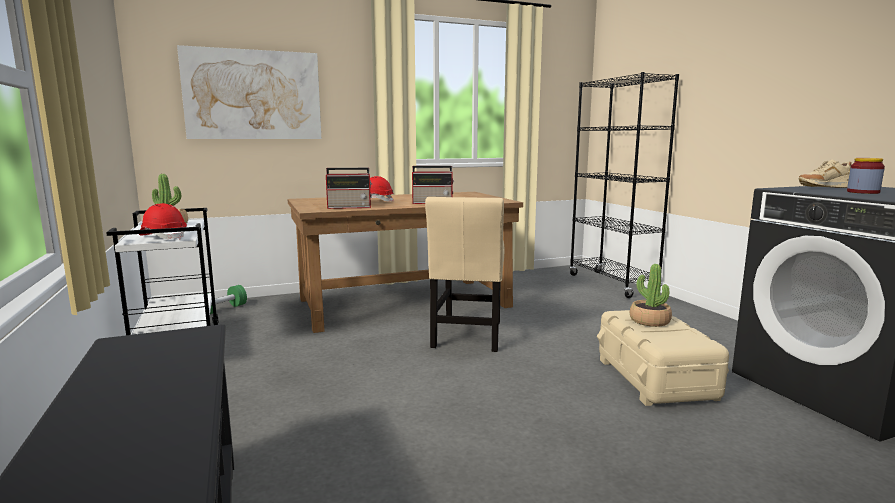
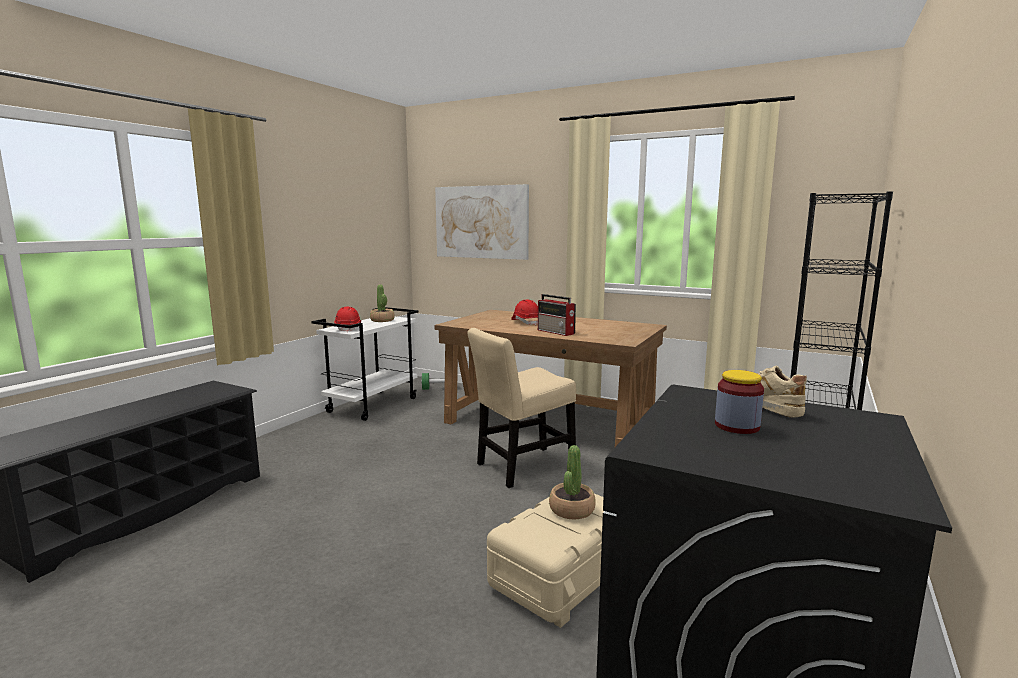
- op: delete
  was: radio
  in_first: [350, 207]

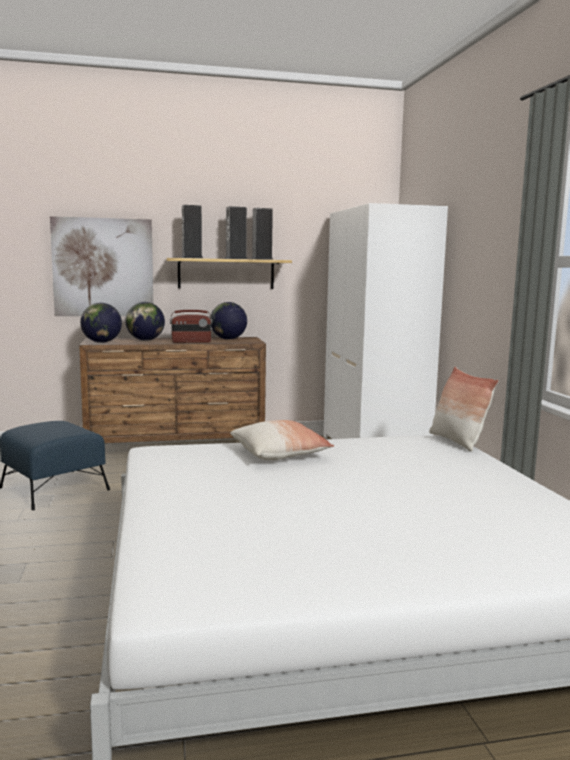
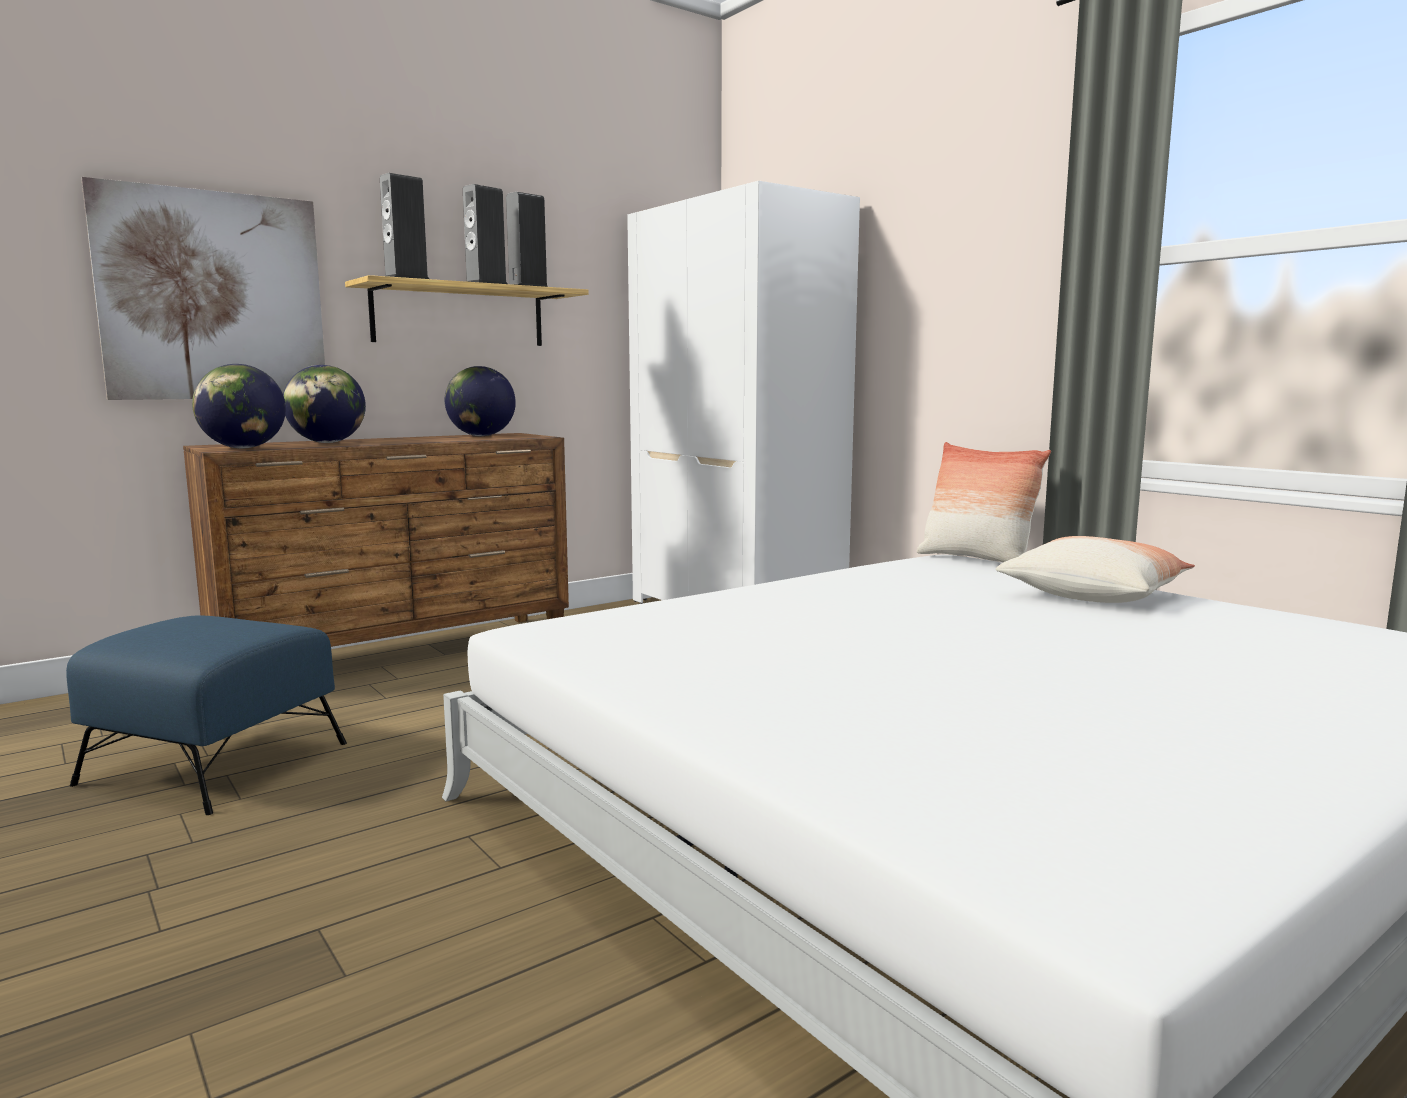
- op: delete
  was: radio
  in_first: [191, 342]
- op: move
  was: coussin
  in_first: [280, 454]
  in_second: [1093, 594]

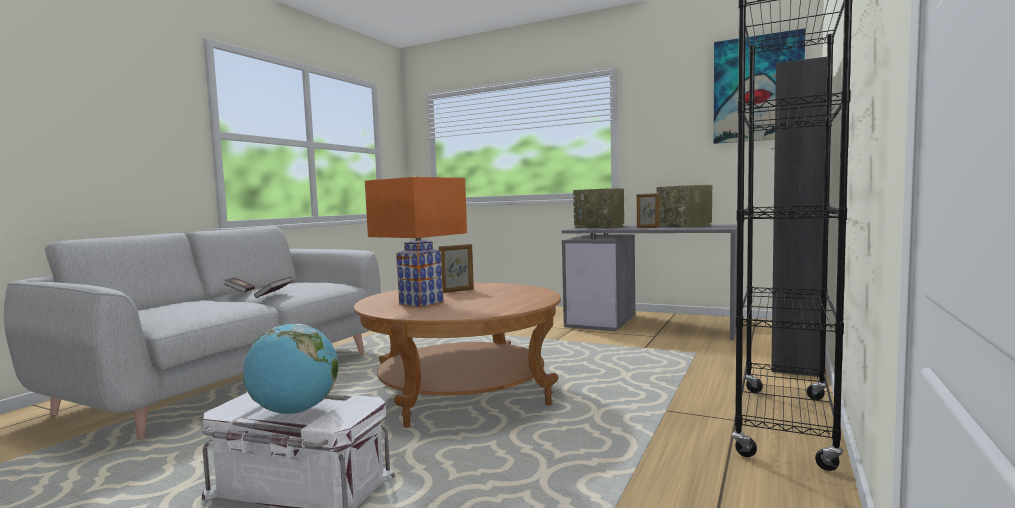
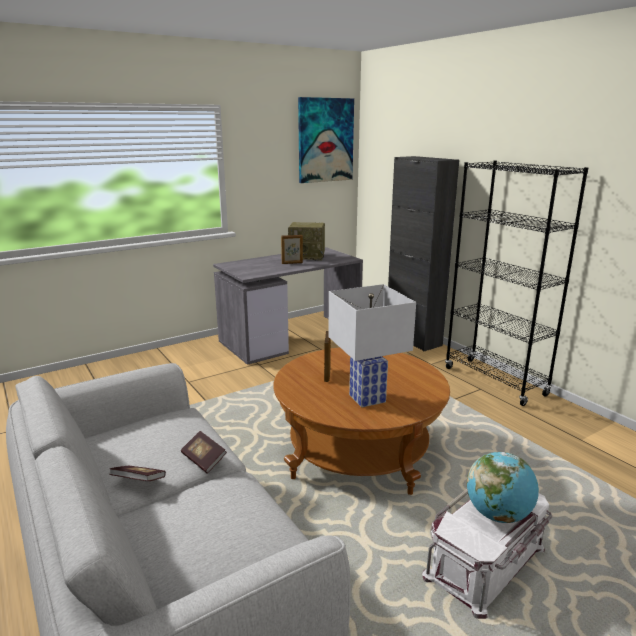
- op: recolor
  was: lampe de table (orange)
  now: lampe de table (blanc)
  in_first: [421, 303]
  in_second: [366, 398]
- op: delete
  was: radio
  in_first: [600, 227]

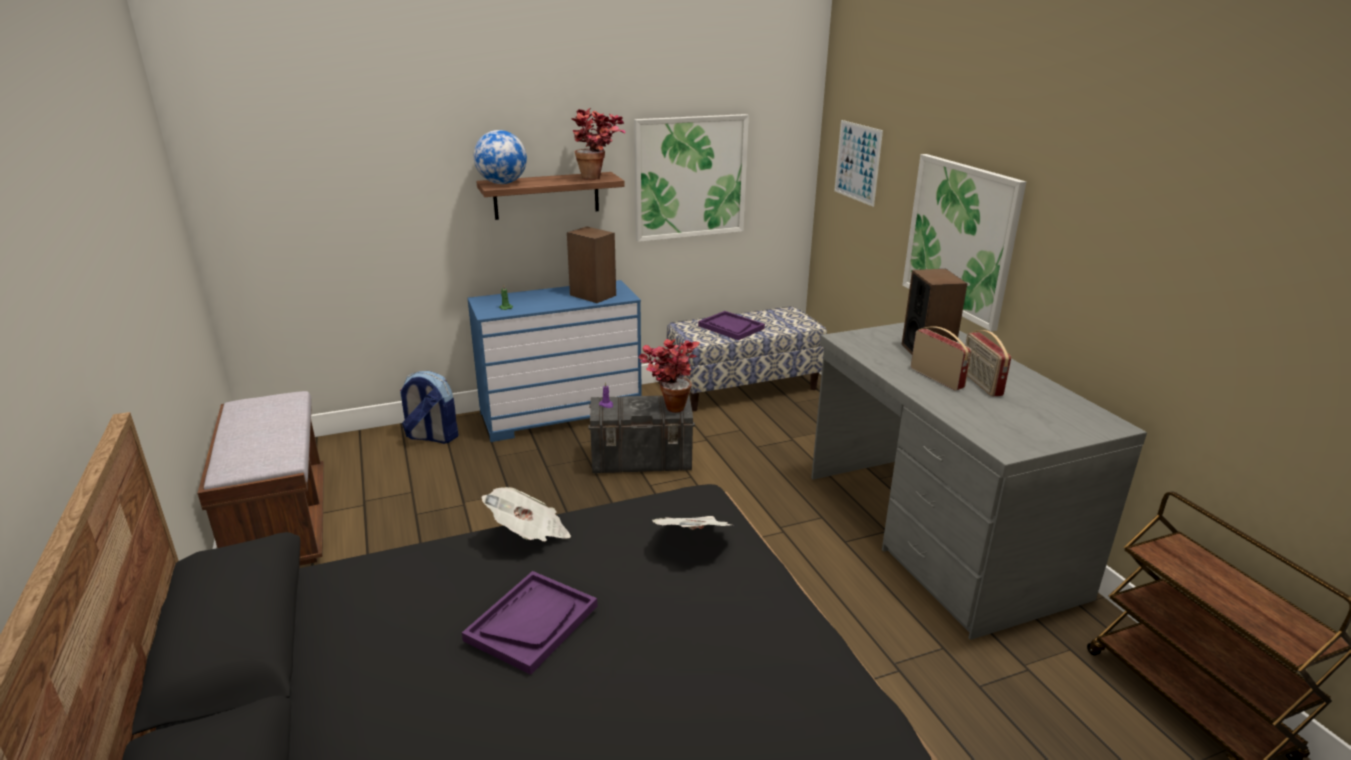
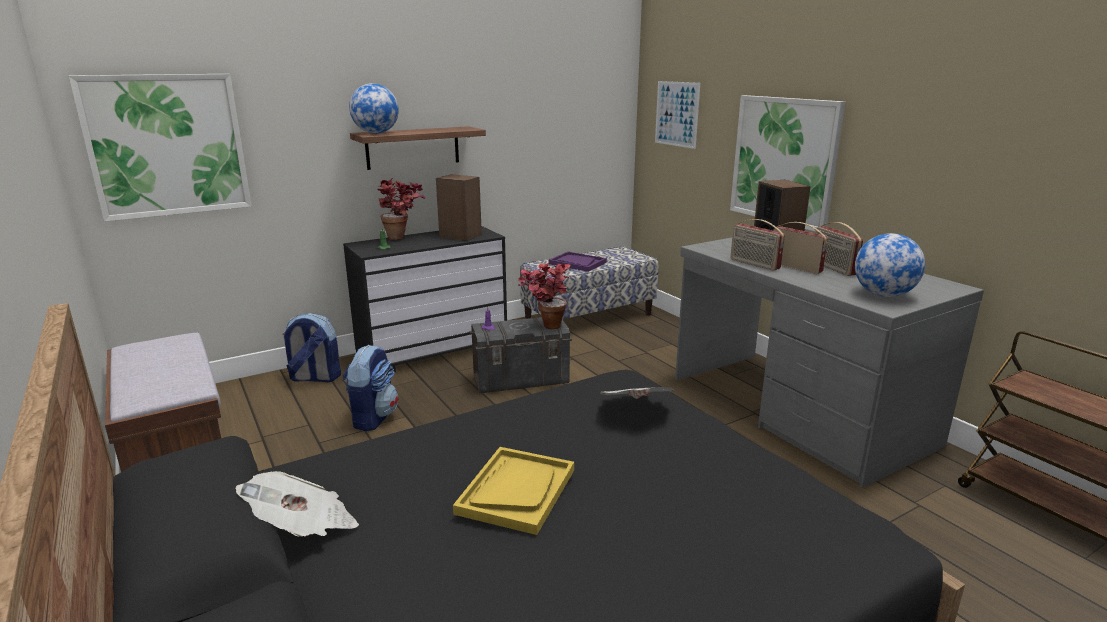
- op: recolor
  was: plateau (violet)
  now: plateau (jaune)
  in_first: [532, 622]
  in_second: [516, 491]
- op: recolor
  was: commode (bleu)
  now: commode (noir)
  in_first: [561, 414]
  in_second: [433, 350]
- op: move
  was: journal
  in_first: [529, 533]
  in_second: [304, 527]
- op: move
  was: plante en pot
  in_first: [598, 178]
  in_second: [402, 238]
- op: move
  was: tableau
  in_first: [690, 177]
  in_second: [167, 146]
- op: insert
  now: sac à dos
  in_second: [373, 417]
- op: insert
  now: radio
  in_second: [754, 264]
- op: insert
  now: globe
  in_second: [883, 295]

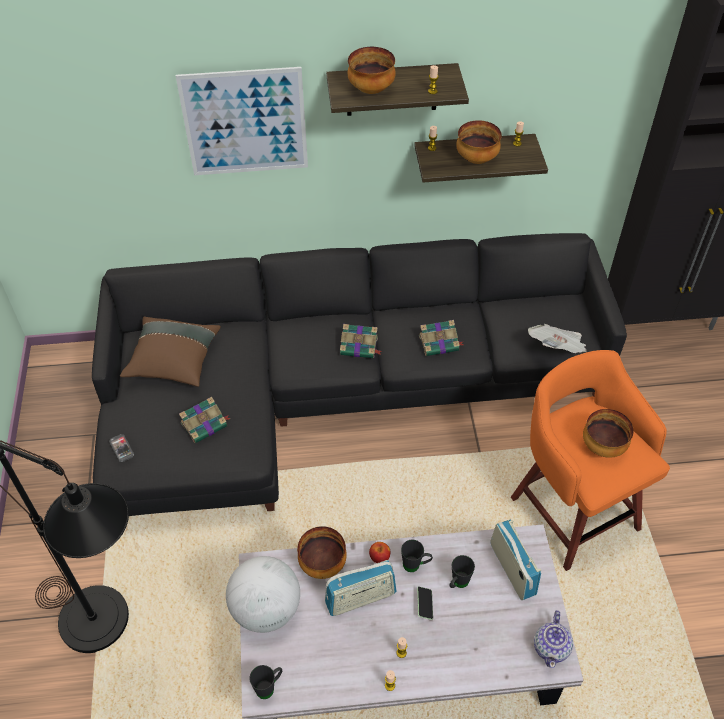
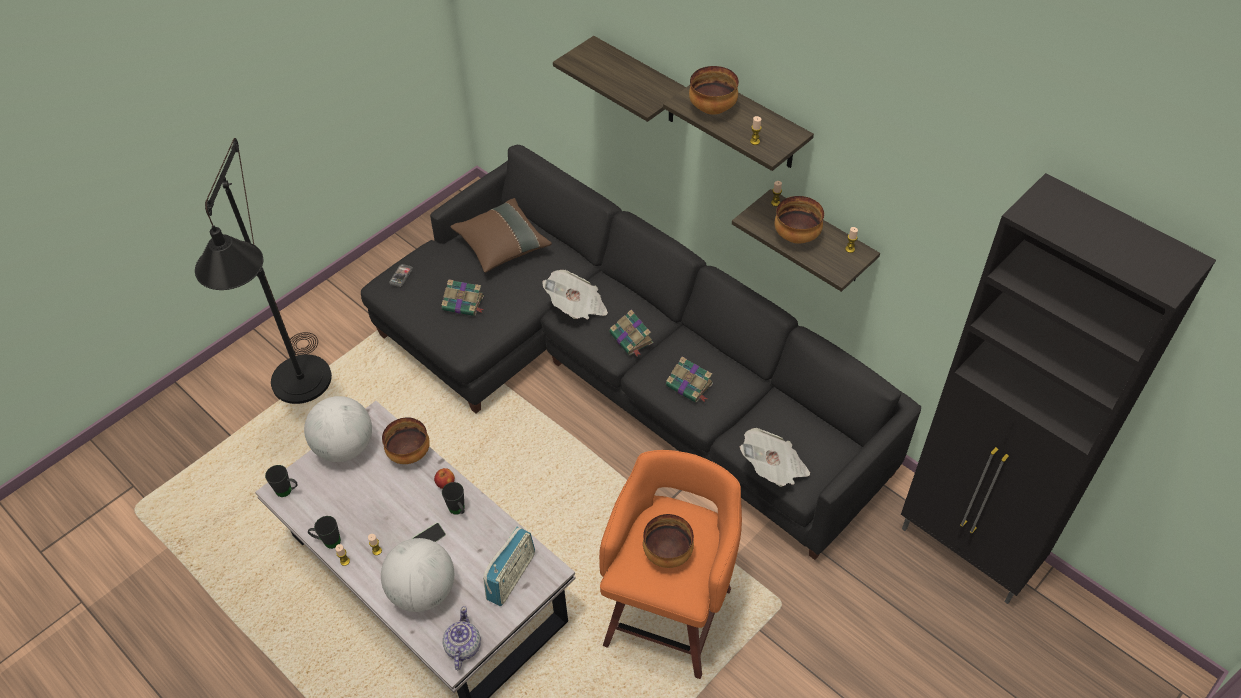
- op: replace
  was: tableau
  now: étagère
  in_first: [245, 122]
  in_second: [640, 82]
- op: delete
  was: radio
  in_first: [360, 598]
- op: move
  was: mug (noir)
  in_first: [458, 584]
  in_second: [328, 541]
- op: rotate
  was: théière
  in_first: [551, 647]
  in_second: [462, 647]
  clockwise: 120
- op: insert
  now: globe
  in_second: [423, 591]
- op: insert
  now: journal
  in_second: [577, 307]

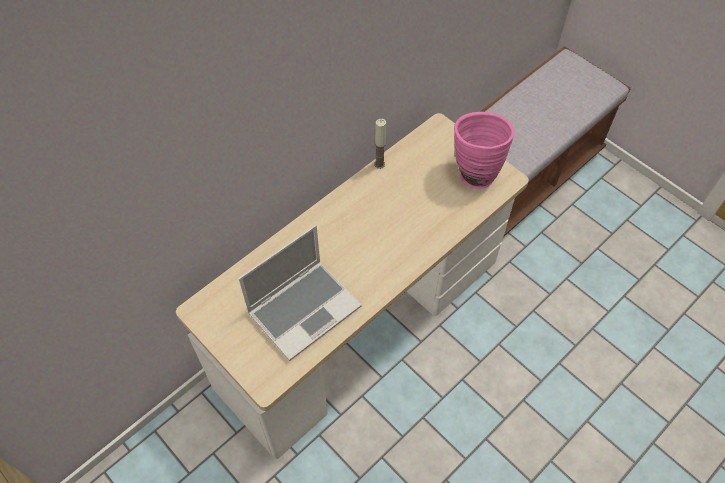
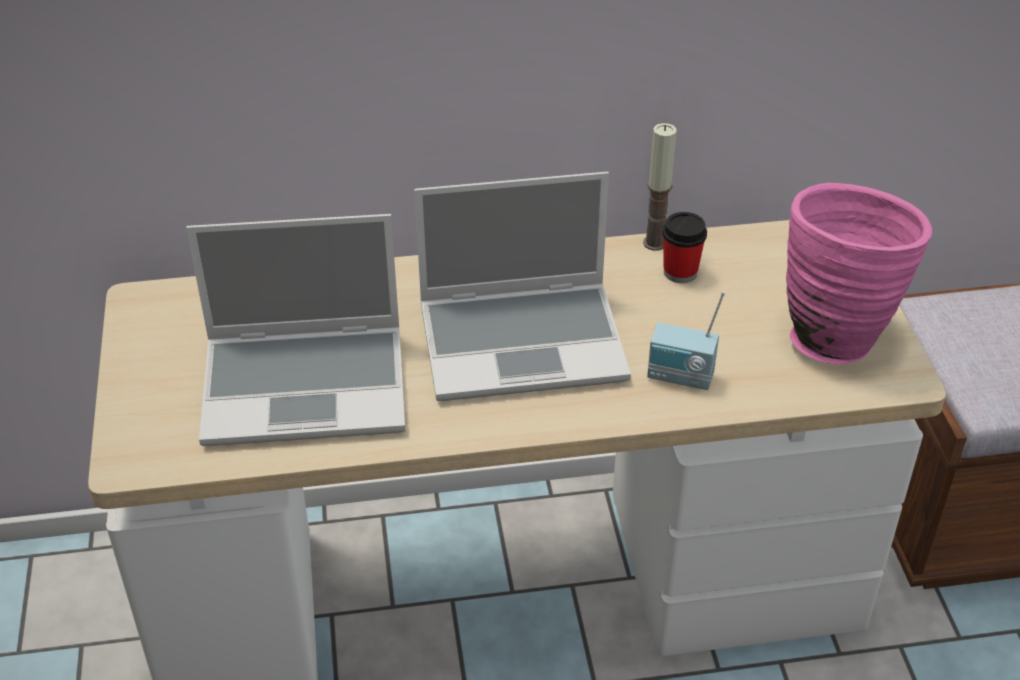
- op: insert
  now: ordinateur portable
  in_second: [524, 342]
- op: insert
  now: radio
  in_second: [680, 378]
- op: insert
  now: tasse
  in_second: [680, 272]

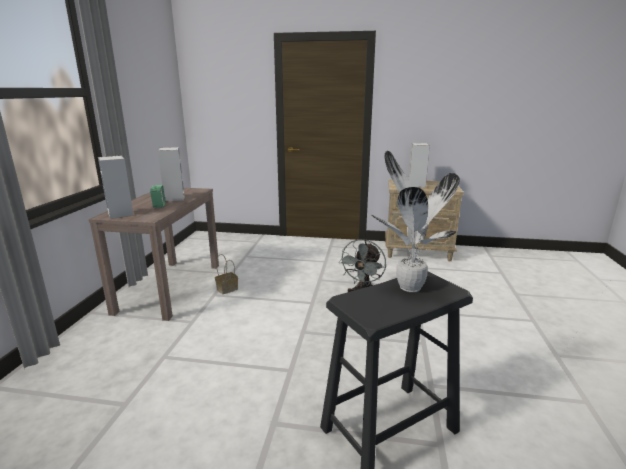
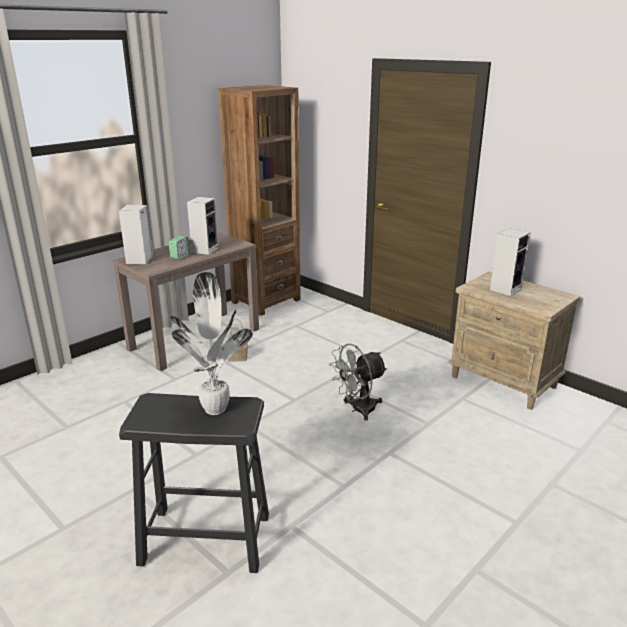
- op: insert
  now: bibliothèque (marron)
  in_second: [266, 301]

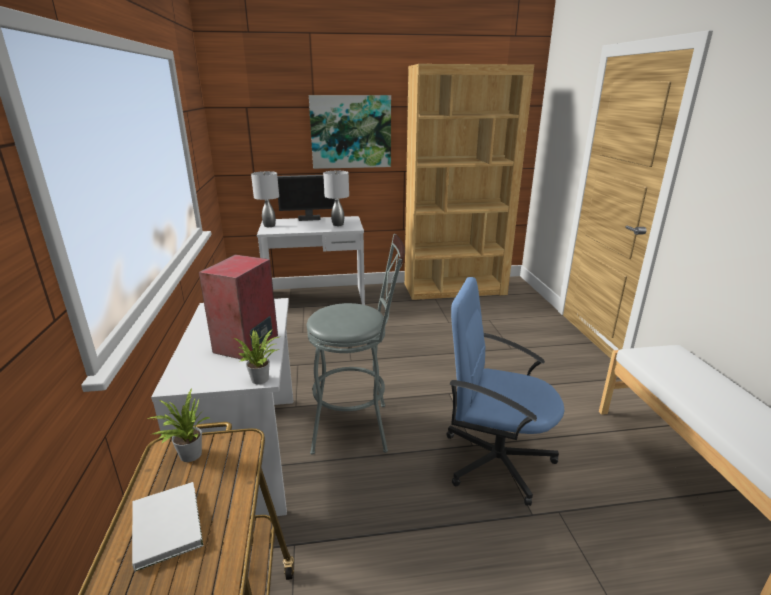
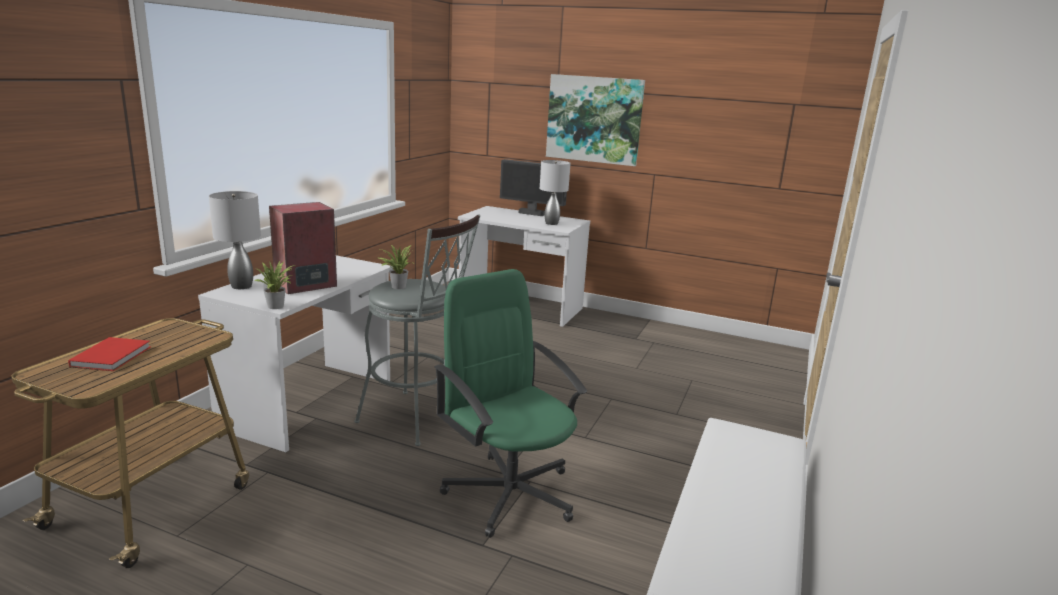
- op: recolor
  was: livre (blanc)
  now: livre (rouge)
  in_first: [168, 524]
  in_second: [113, 356]
- op: move
  was: plante en pot
  in_first: [187, 455]
  in_second: [397, 286]
- op: move
  was: lampe de table (gris)
  in_first: [269, 225]
  in_second: [241, 286]
- op: delete
  was: bibliothèque (marron)
  in_first: [455, 289]
- op: recolor
  was: chaise de bureau (bleu)
  now: chaise de bureau (vert)
  in_first: [495, 459]
  in_second: [509, 492]

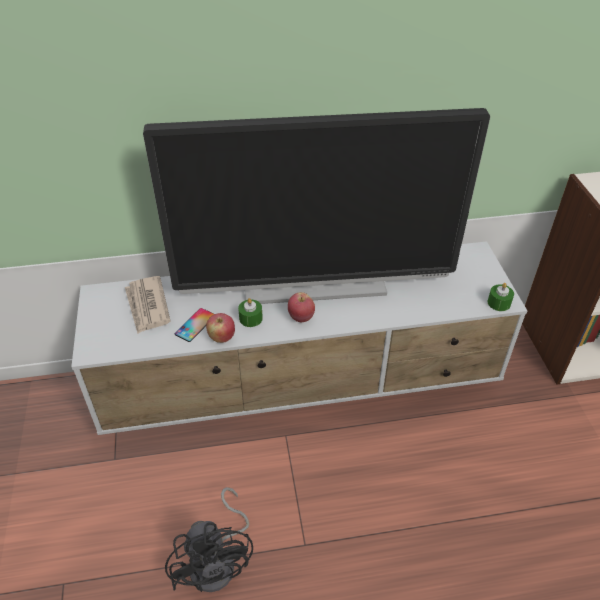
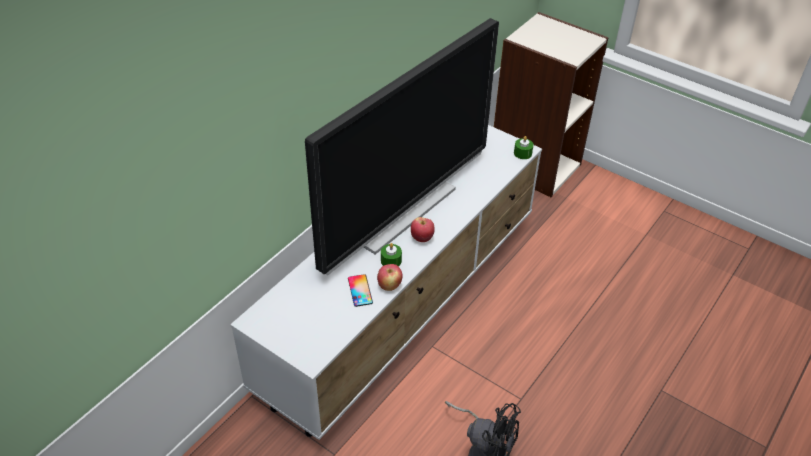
- op: delete
  was: journal
  in_first: [147, 306]

